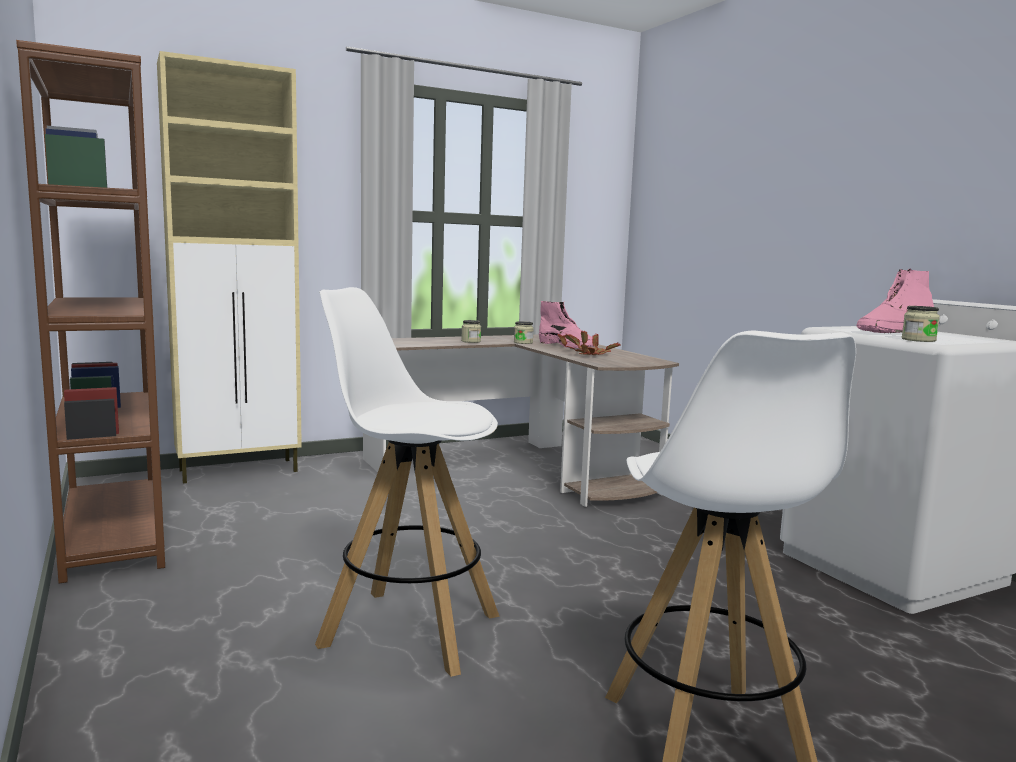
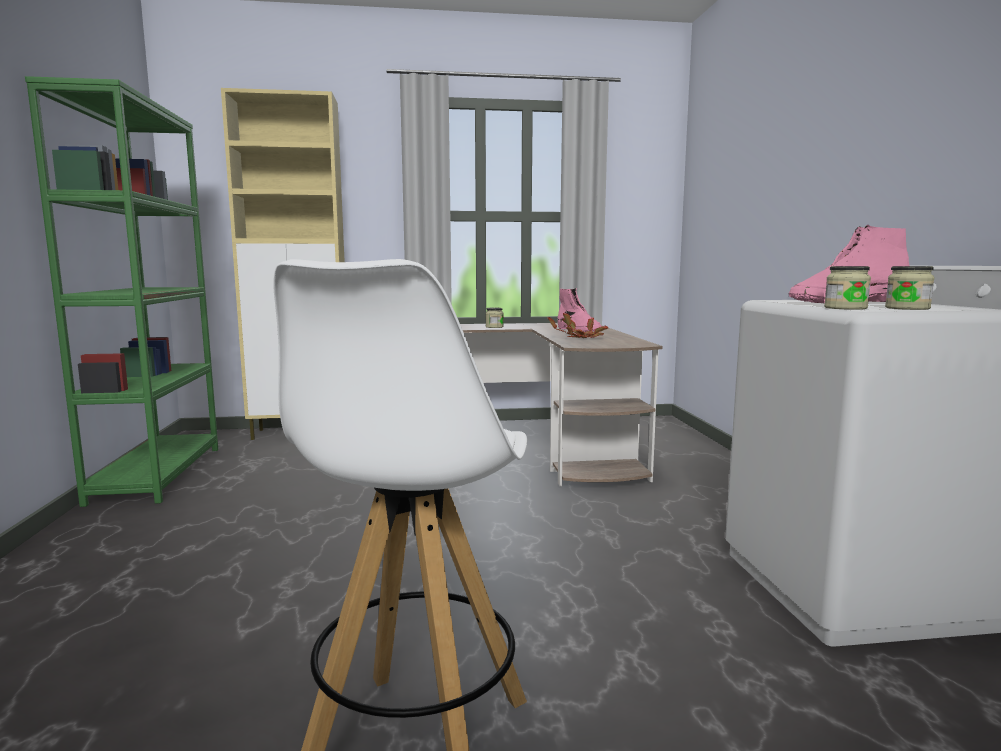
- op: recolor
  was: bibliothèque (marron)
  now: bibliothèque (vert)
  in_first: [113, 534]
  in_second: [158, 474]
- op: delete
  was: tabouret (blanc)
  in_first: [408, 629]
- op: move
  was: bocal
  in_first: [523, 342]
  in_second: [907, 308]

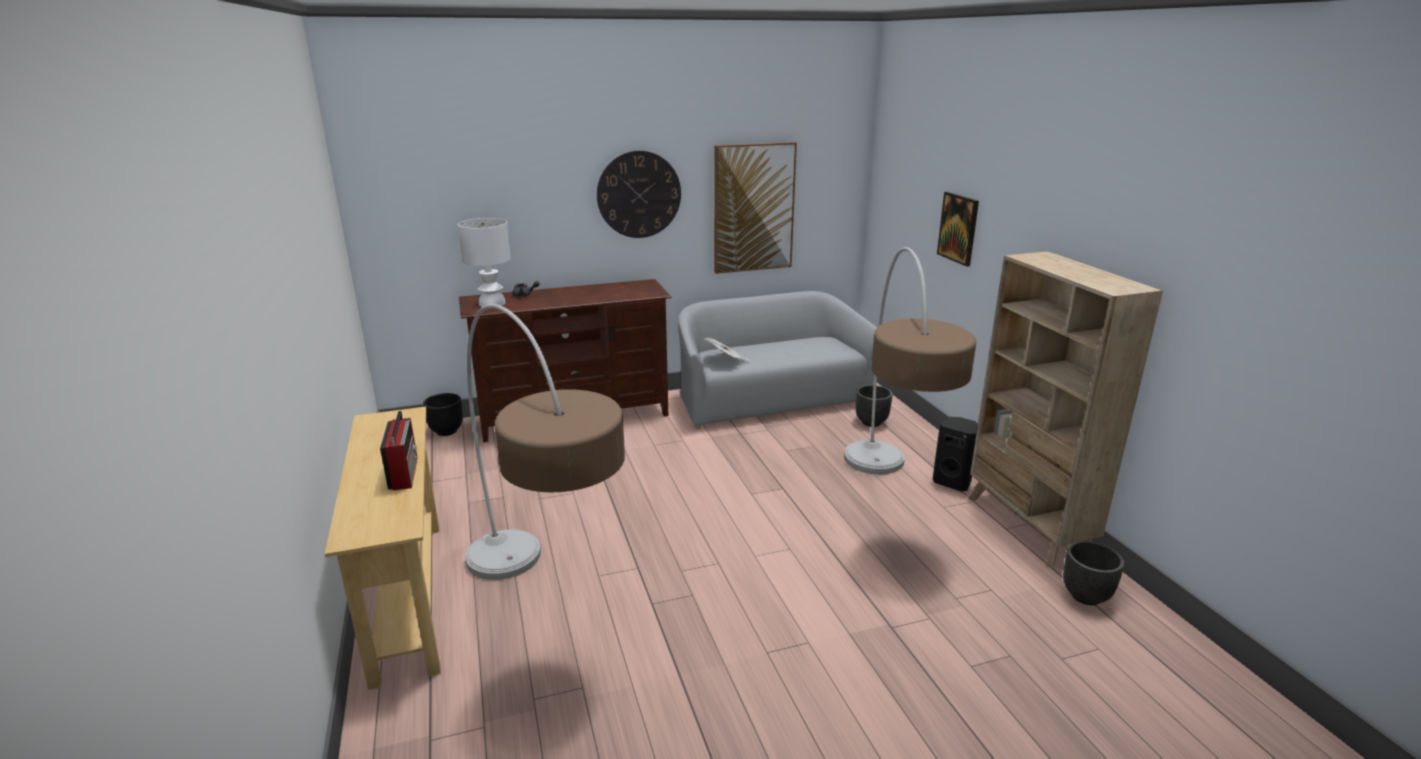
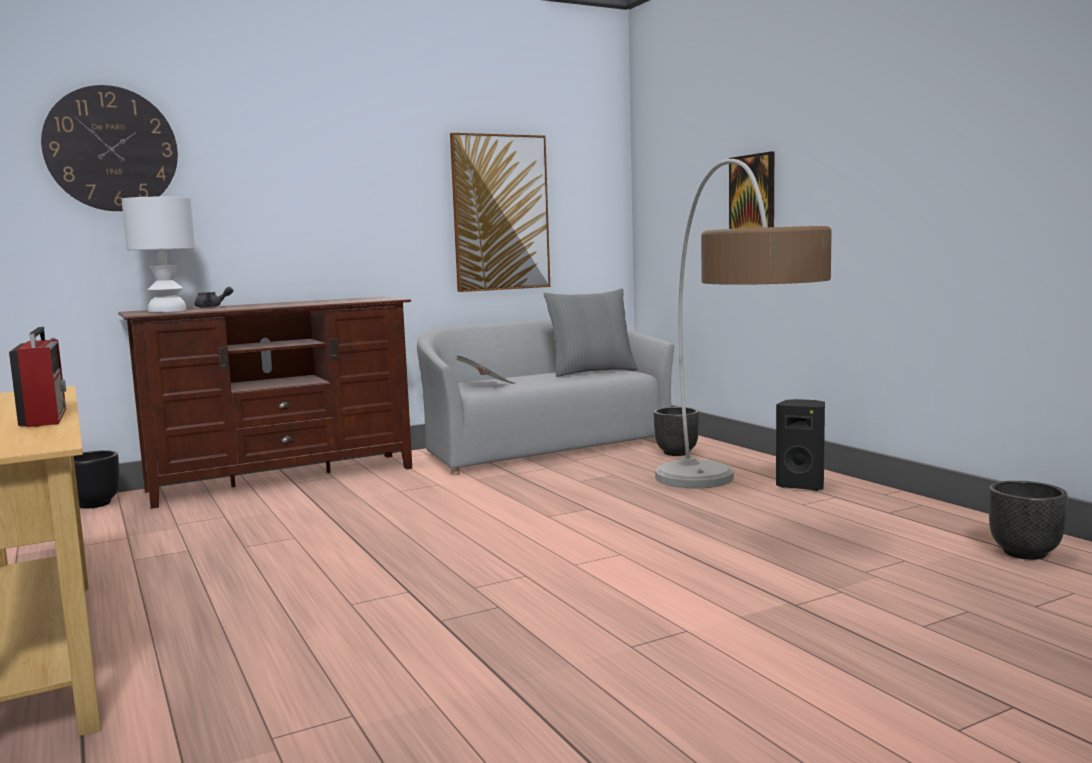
- op: delete
  was: lampadaire
  in_first: [545, 612]
- op: move
  was: horloge murale
  in_first: [639, 194]
  in_second: [111, 149]
- op: delete
  was: bibliothèque (beige)
  in_first: [1027, 526]
- op: insert
  now: coussin (gris)
  in_second: [591, 372]

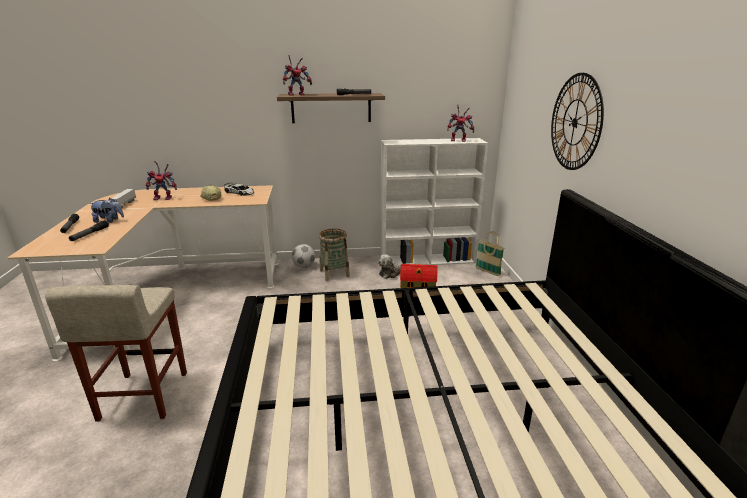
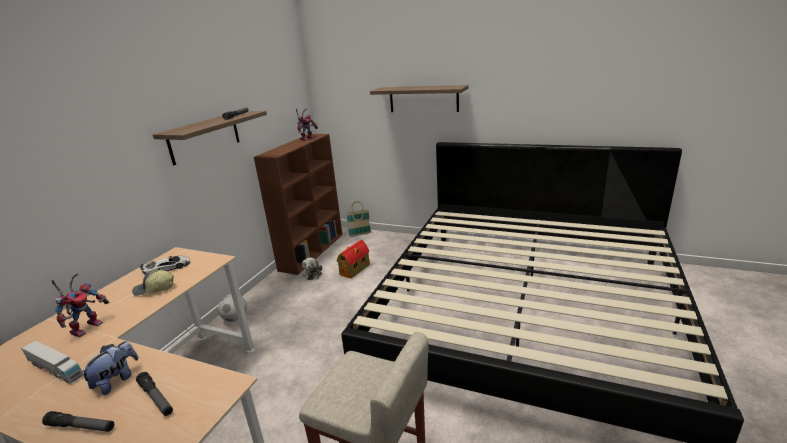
- op: delete
  was: robot jouet
  in_first: [297, 94]
- op: delete
  was: panier
  in_first: [334, 273]
- op: recolor
  was: bibliothèque (blanc)
  now: bibliothèque (marron)
  in_first: [428, 259]
  in_second: [312, 251]
- op: replace
  was: horloge murale
  now: étagère
  in_first: [575, 122]
  in_second: [423, 99]

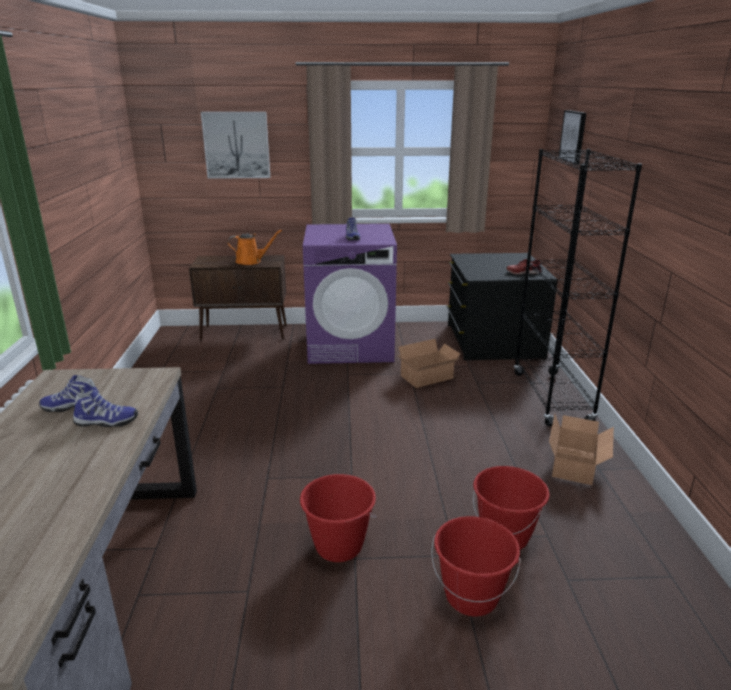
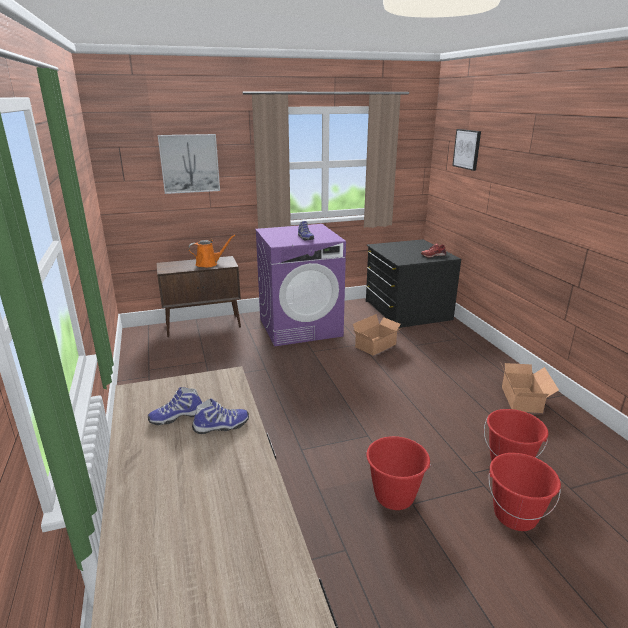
- op: delete
  was: bibliothèque (noir)
  in_first: [551, 398]

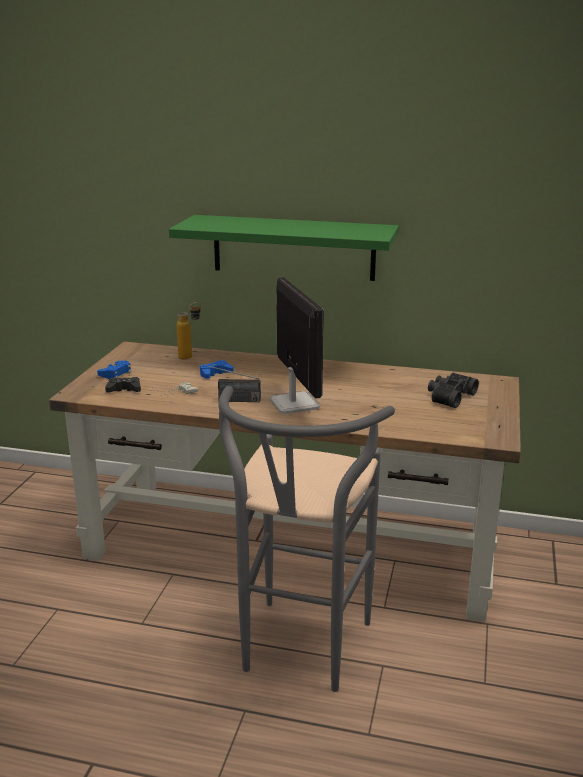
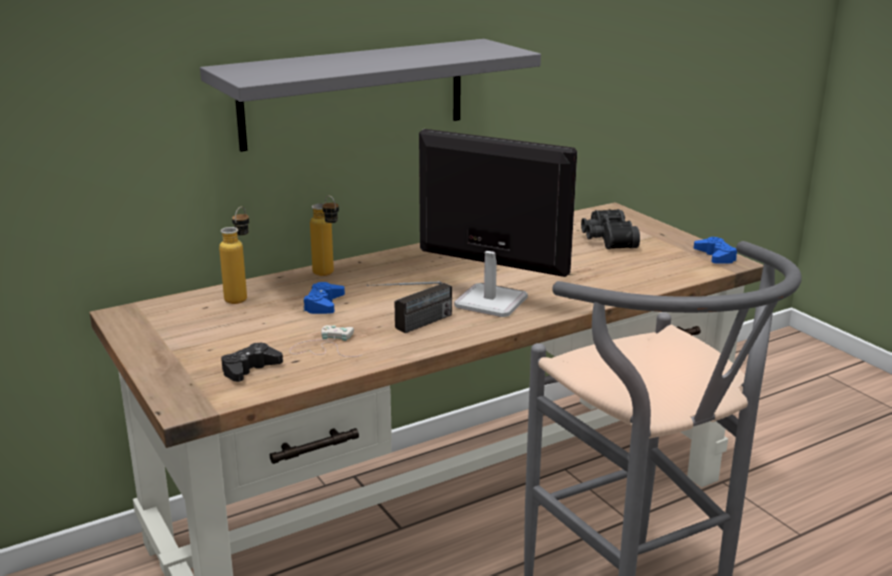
- op: move
  was: manette (bleu)
  in_first: [116, 373]
  in_second: [715, 256]
- op: recolor
  was: étagère (vert)
  now: étagère (gris)
  in_first: [293, 247]
  in_second: [354, 93]
- op: insert
  now: bouteille
  in_second: [328, 275]

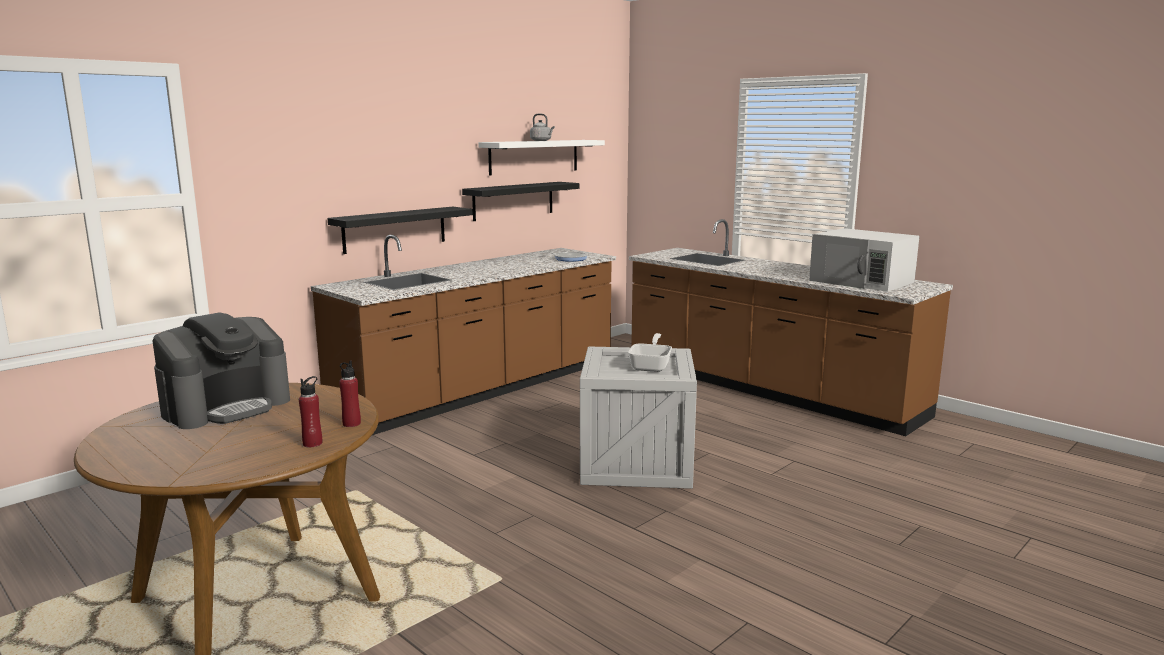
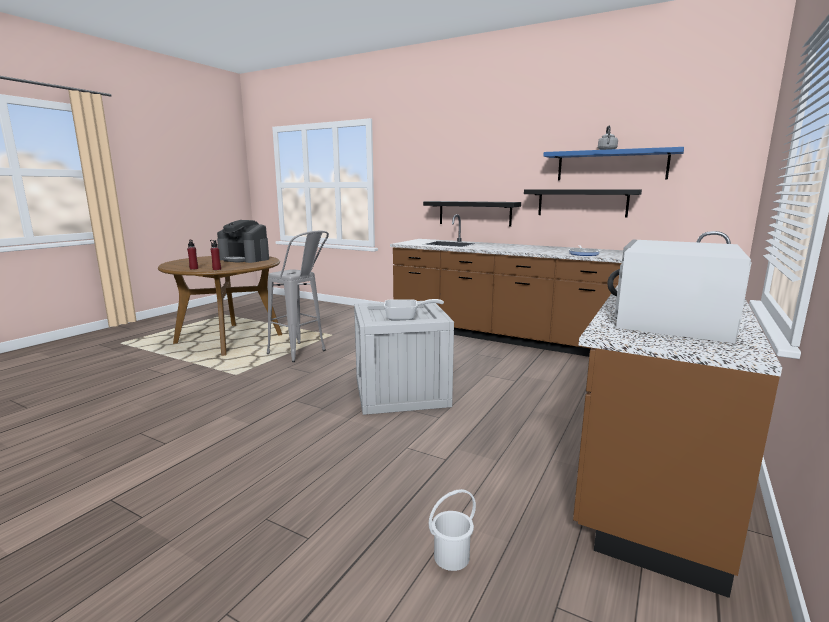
- op: recolor
  was: étagère (blanc)
  now: étagère (bleu)
  in_first: [534, 156]
  in_second: [611, 165]
- op: insert
  now: tabouret (gris)
  in_second: [302, 354]
- op: insert
  now: seau (blanc)
  in_second: [452, 557]

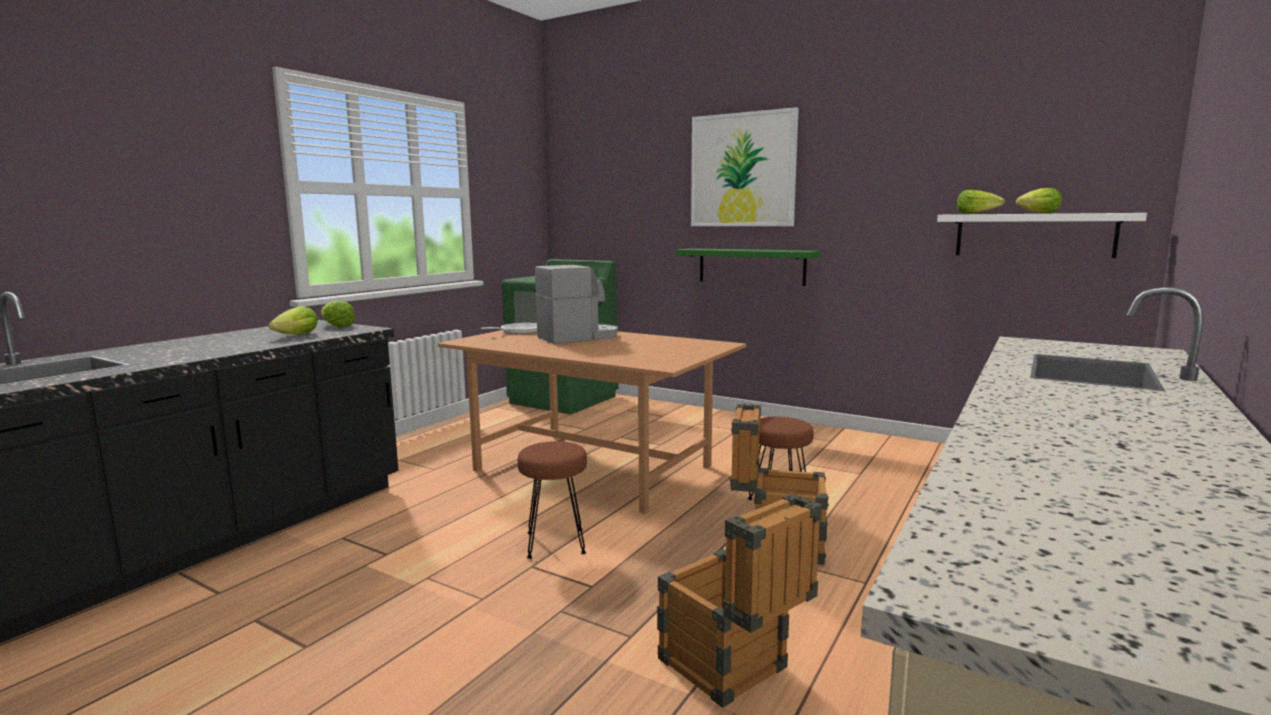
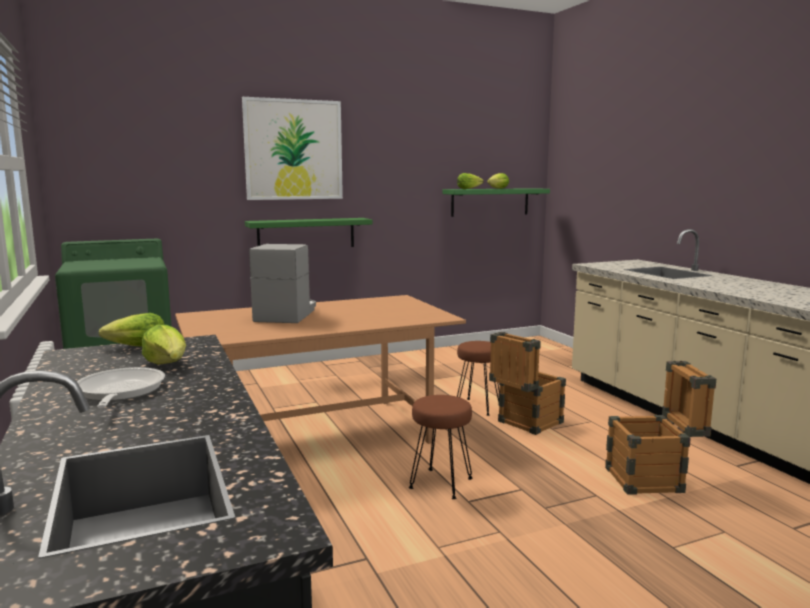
- op: move
  was: poêle
  in_first: [518, 332]
  in_second: [119, 393]
- op: recolor
  was: étagère (blanc)
  now: étagère (vert)
  in_first: [1034, 235]
  in_second: [490, 202]

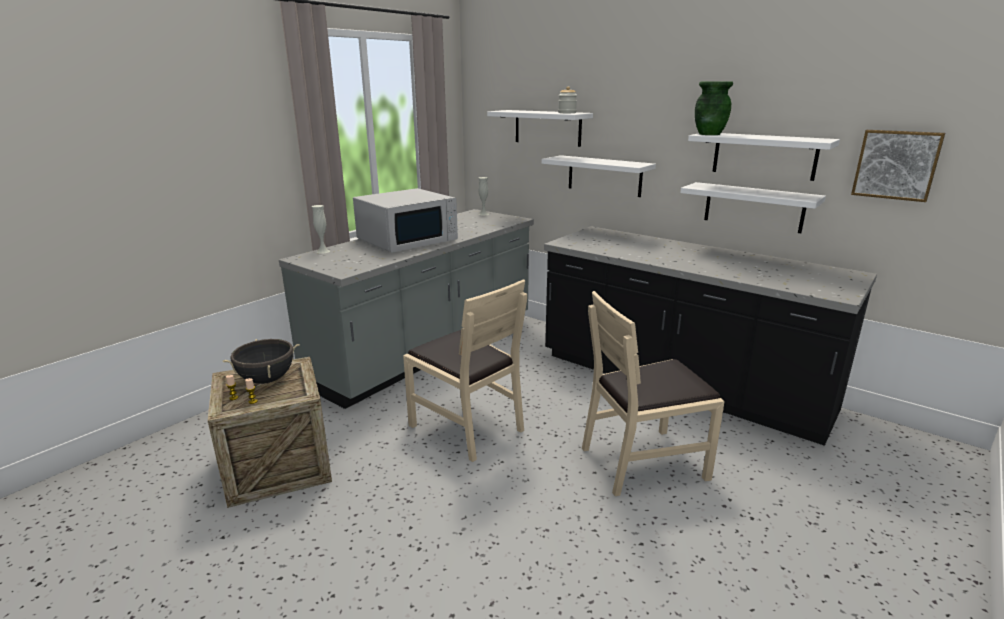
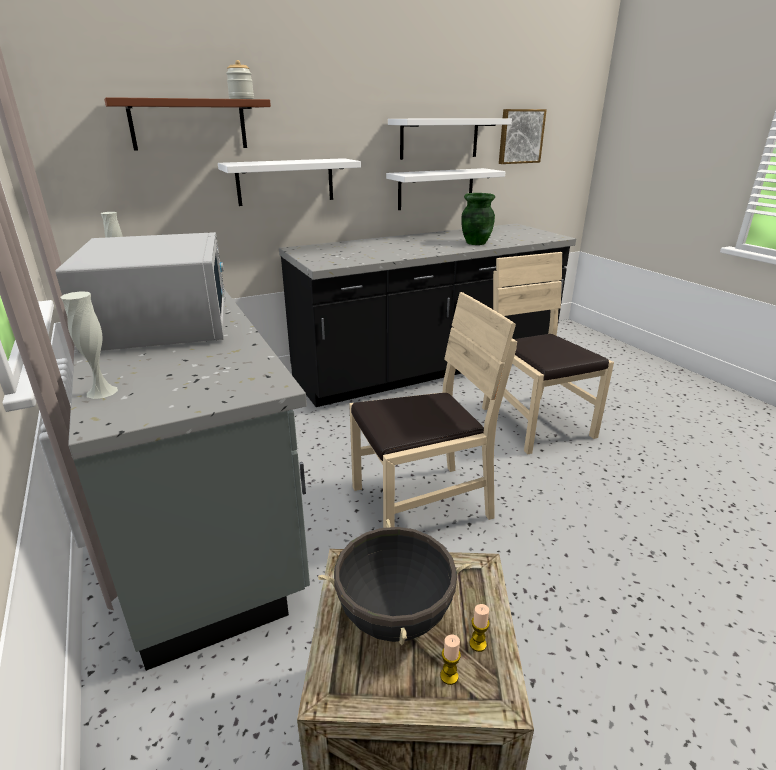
- op: recolor
  was: étagère (blanc)
  now: étagère (marron)
  in_first: [547, 128]
  in_second: [189, 124]
- op: rotate
  was: chaise (beige)
  in_first: [643, 462]
  in_second: [535, 423]
  clockwise: 150
- op: move
  was: vase (vert)
  in_first: [709, 134]
  in_second: [475, 243]

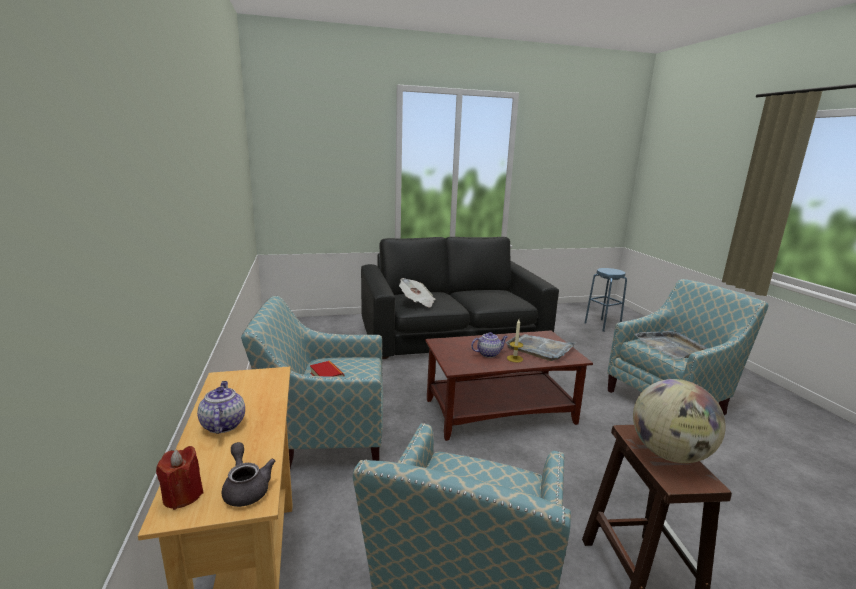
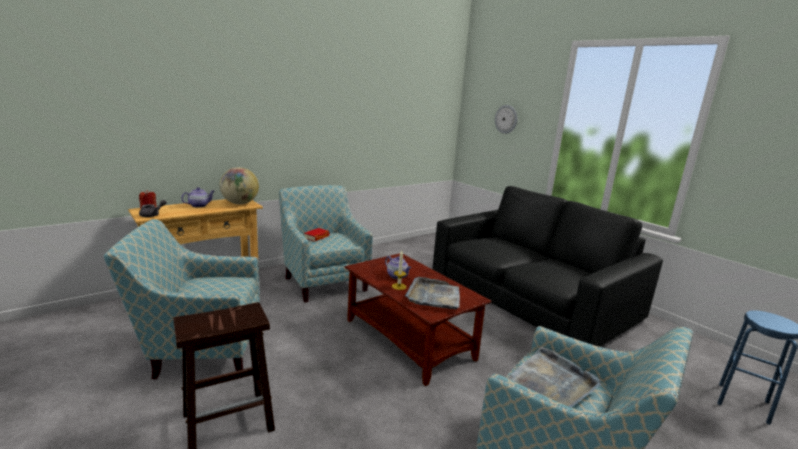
- op: delete
  was: journal
  in_first: [417, 302]
- op: move
  was: globe
  in_first: [669, 454]
  in_second: [240, 203]
- op: insert
  now: horloge murale
  in_second: [506, 119]

